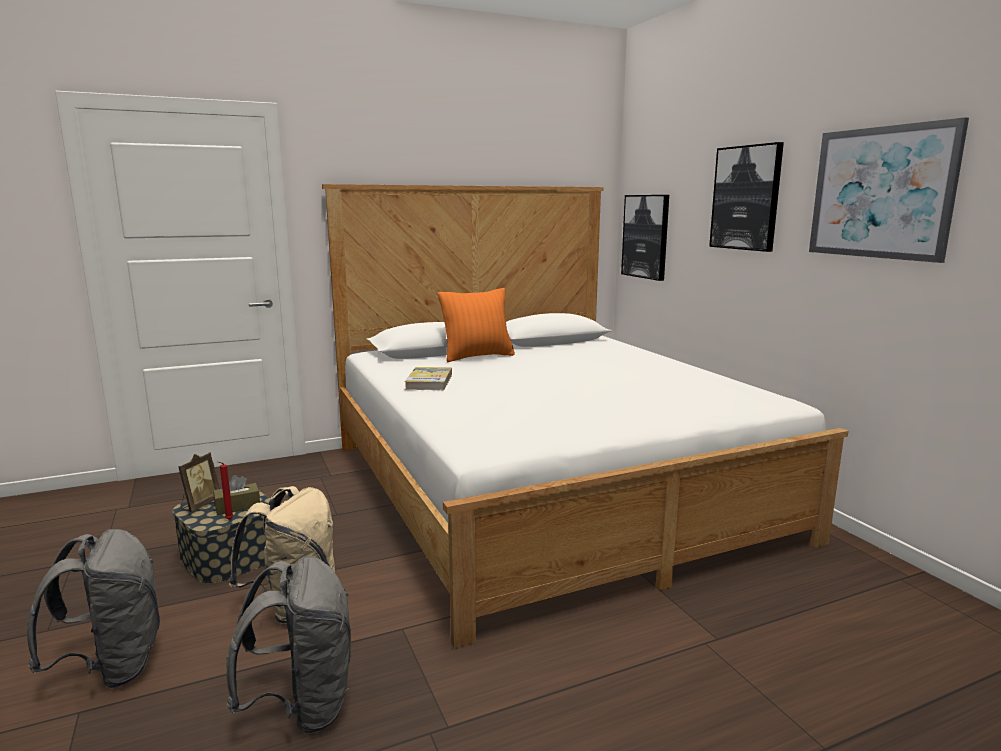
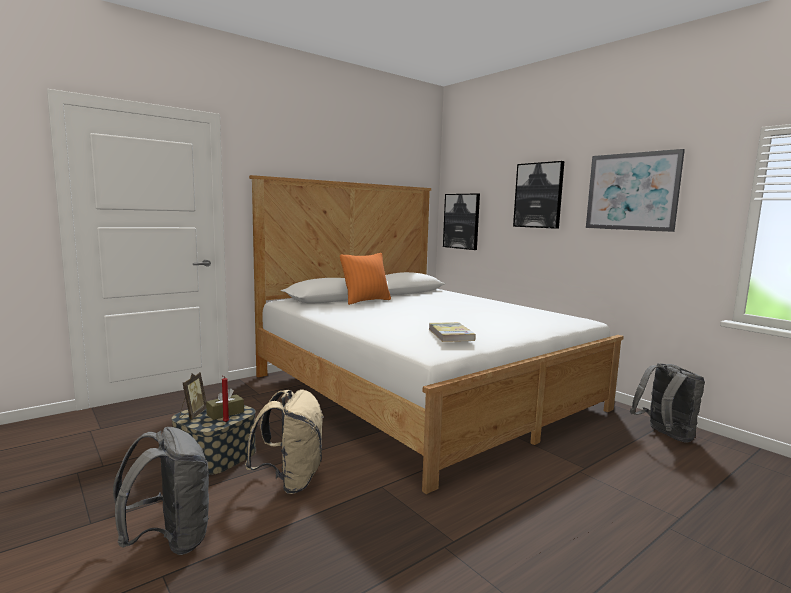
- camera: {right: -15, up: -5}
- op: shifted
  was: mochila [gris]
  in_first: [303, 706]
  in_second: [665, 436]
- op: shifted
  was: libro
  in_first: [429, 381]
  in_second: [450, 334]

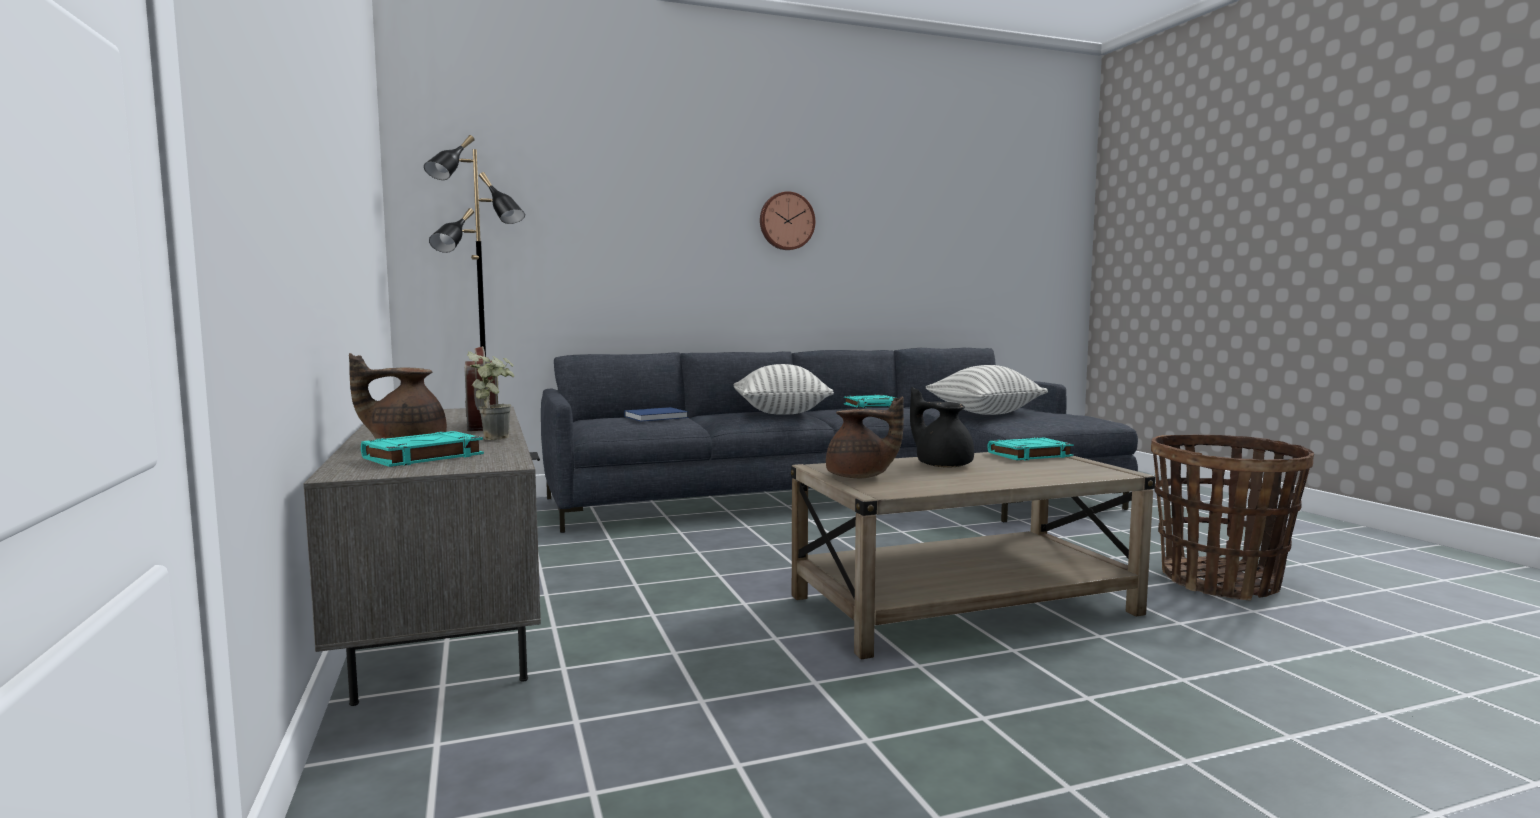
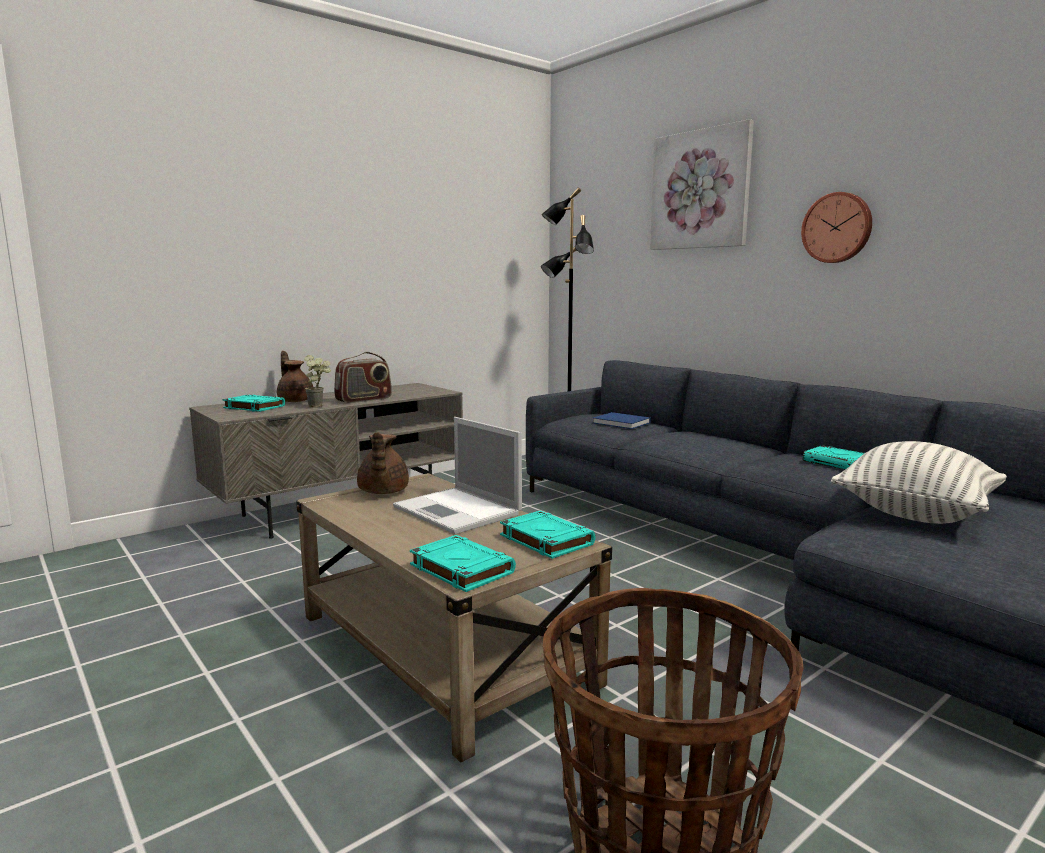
- camera: {right: 70, up: 5}
- op: gone
  was: cojín
  in_first: [781, 413]
- op: swapped
  was: tetera [negro]
  now: portátil
  in_first: [942, 465]
  in_second: [458, 511]
- op: new
  now: libro [turquesa]
  in_second: [460, 569]
- op: new
  now: cuadro
  in_second: [700, 190]

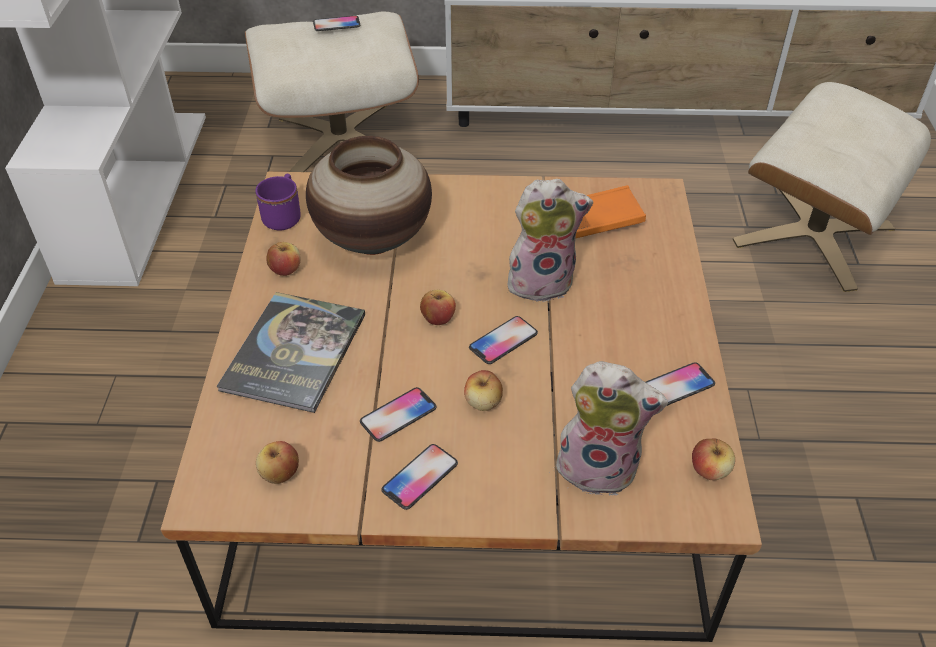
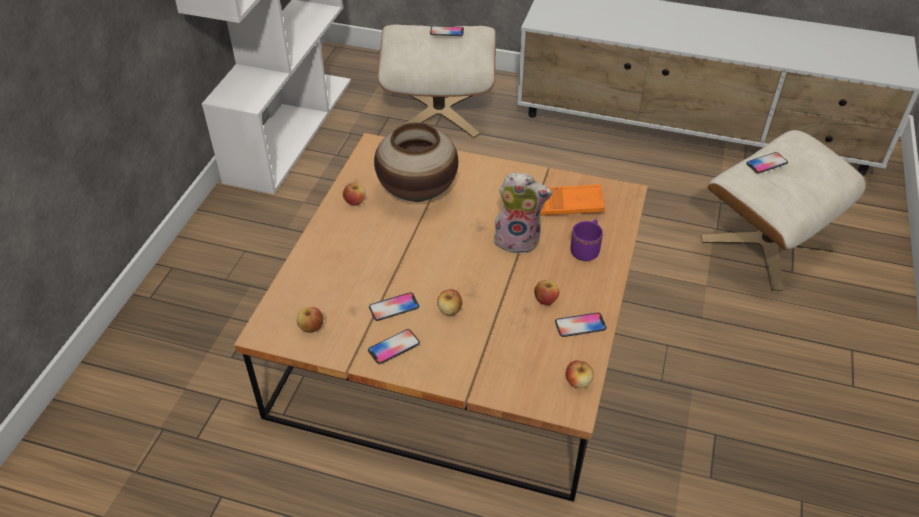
- camera: {right: 15, up: 0}
- op: gone
  was: libro
  in_first: [294, 352]
- op: shifted
  was: taza grande [morado]
  in_first: [284, 216]
  in_second: [586, 249]
- op: shifted
  was: manzana
  in_first: [438, 318]
  in_second: [545, 300]
- op: shifted
  was: móvil
  in_first: [503, 341]
  in_second: [766, 163]
- op: gone
  was: peluche
  in_first: [599, 466]

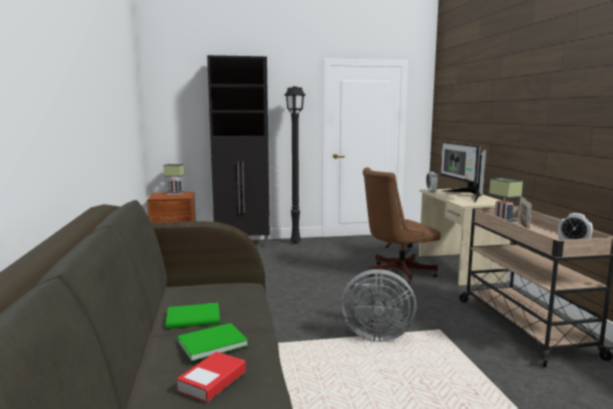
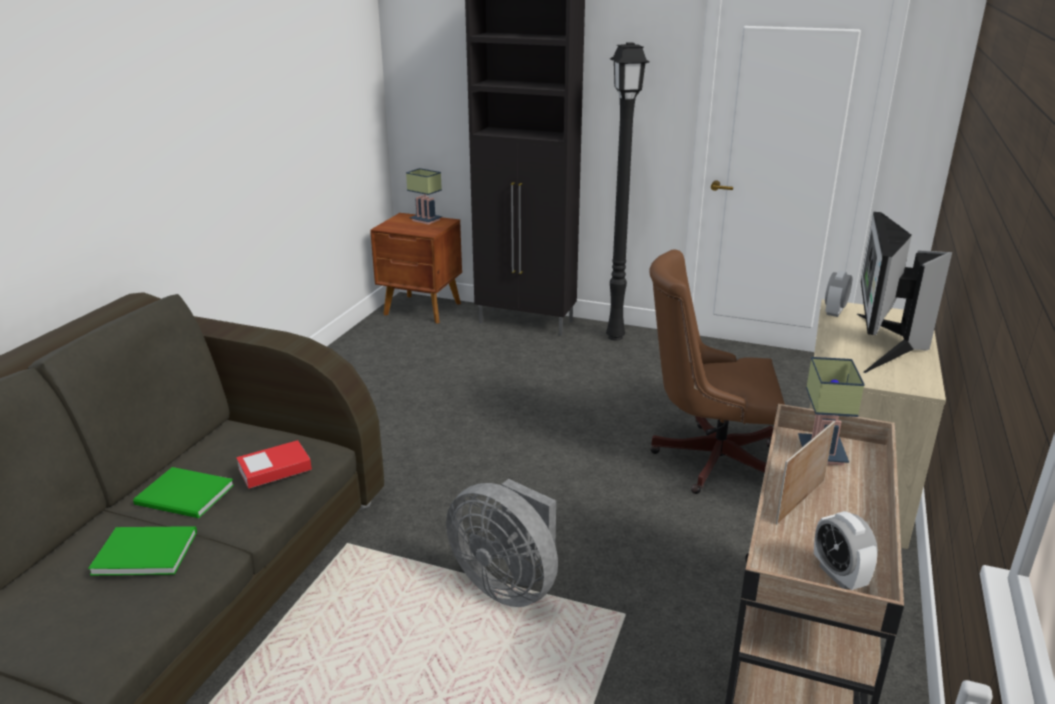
- camera: {right: 30, up: 15}
- op: shifted
  was: libro
  in_first: [212, 381]
  in_second: [275, 470]

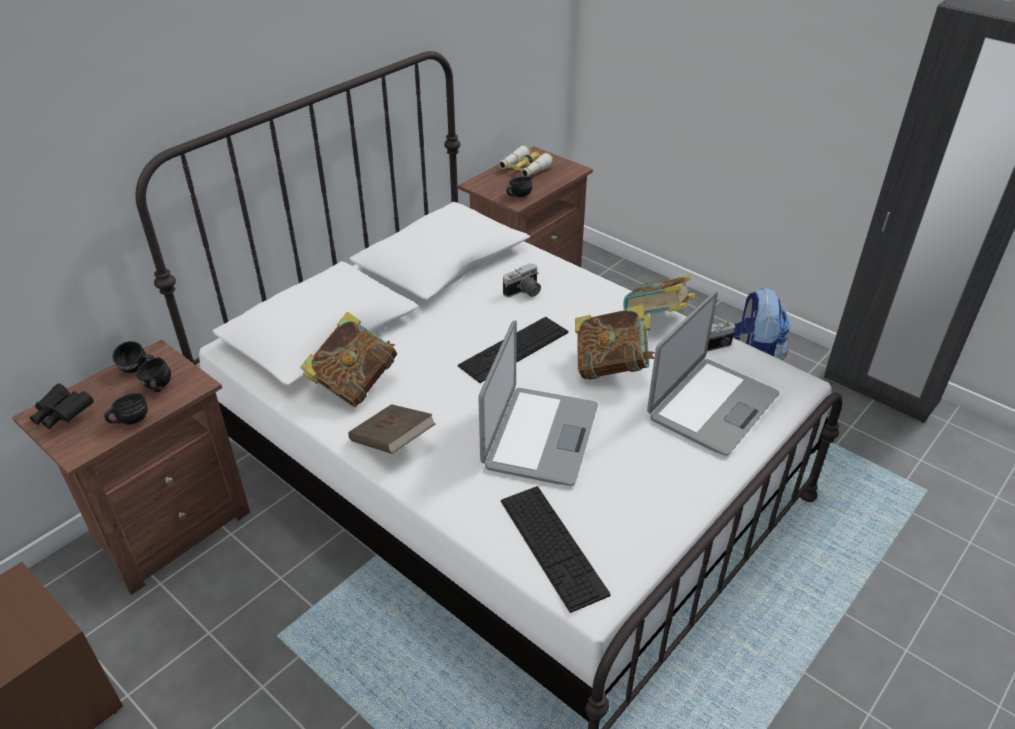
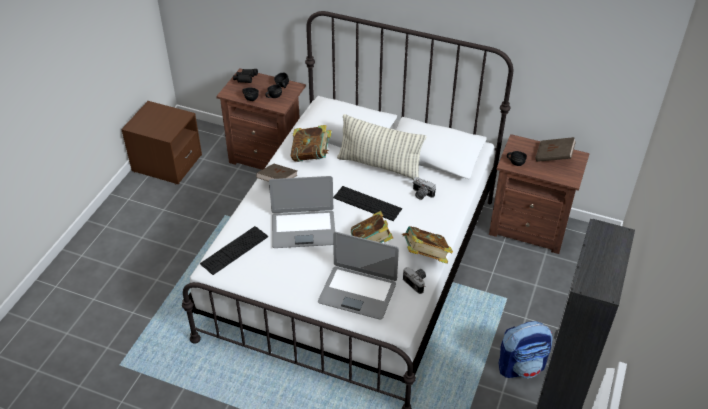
- camera: {right: 70, up: 5}
- op: swapped
  was: prismáticos
  now: libro [marrón]
  in_first: [525, 168]
  in_second: [553, 157]
- op: new
  now: cojín
  in_second: [379, 165]

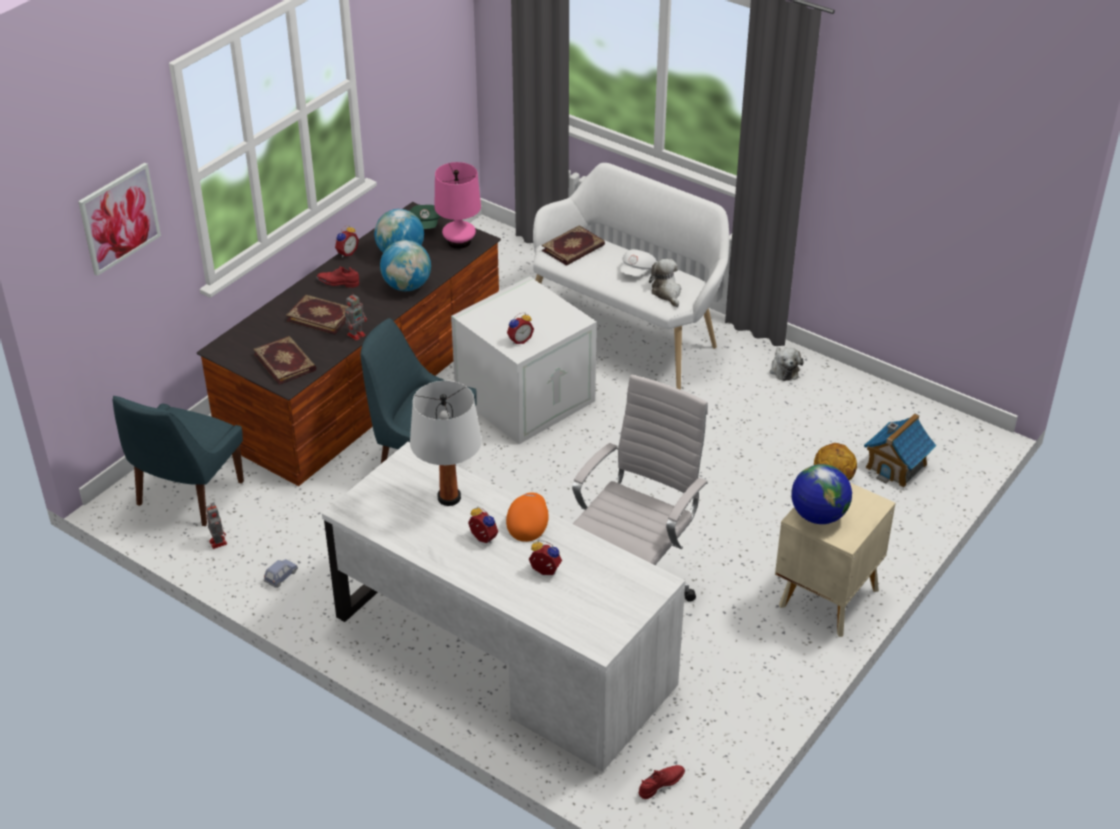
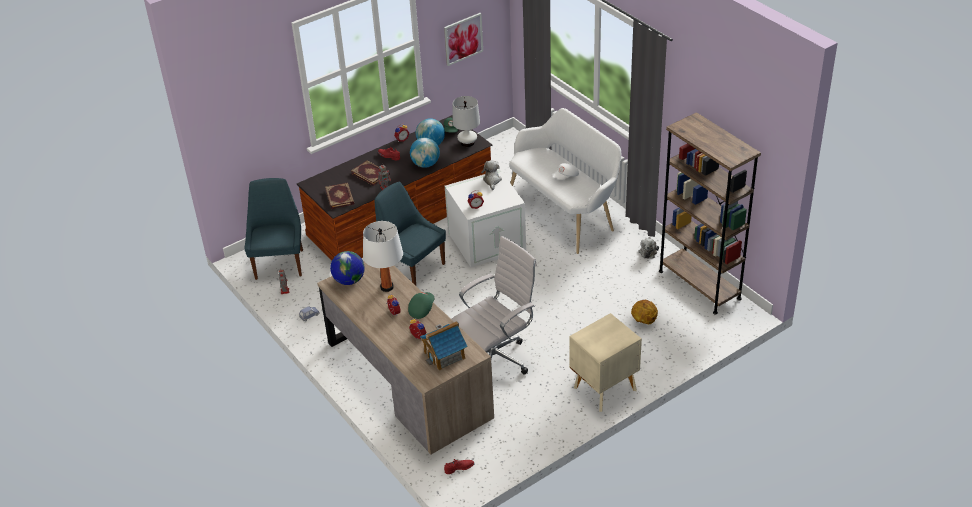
- camera: {right: 20, up: 0}
- op: shifted
  was: cuadro
  in_first: [119, 218]
  in_second: [463, 39]
- op: rotated
  was: silla [azul]
  in_first: [187, 496]
  in_second: [279, 263]
  clockwise: 135
- op: repainted
  was: escritorio [blanco]
  now: escritorio [marrón]
  in_first: [503, 651]
  in_second: [408, 380]
- op: repainted
  was: lámpara de mesa [rosa]
  now: lámpara de mesa [blanco]
  in_first: [459, 242]
  in_second: [467, 143]
- op: repainted
  was: gorra [naranja]
  now: gorra [verde]
  in_first: [527, 523]
  in_second: [421, 309]
- op: gone
  was: libro
  in_first: [573, 248]
- op: shifted
  was: peluche
  in_first: [667, 293]
  in_second: [492, 180]
- op: shifted
  was: globo terráqueo
  in_first: [818, 515]
  in_second: [349, 280]
- op: shifted
  was: casita
  in_first: [896, 466]
  in_second: [444, 355]
- op: new
  now: estantería [marrón]
  in_second: [699, 285]

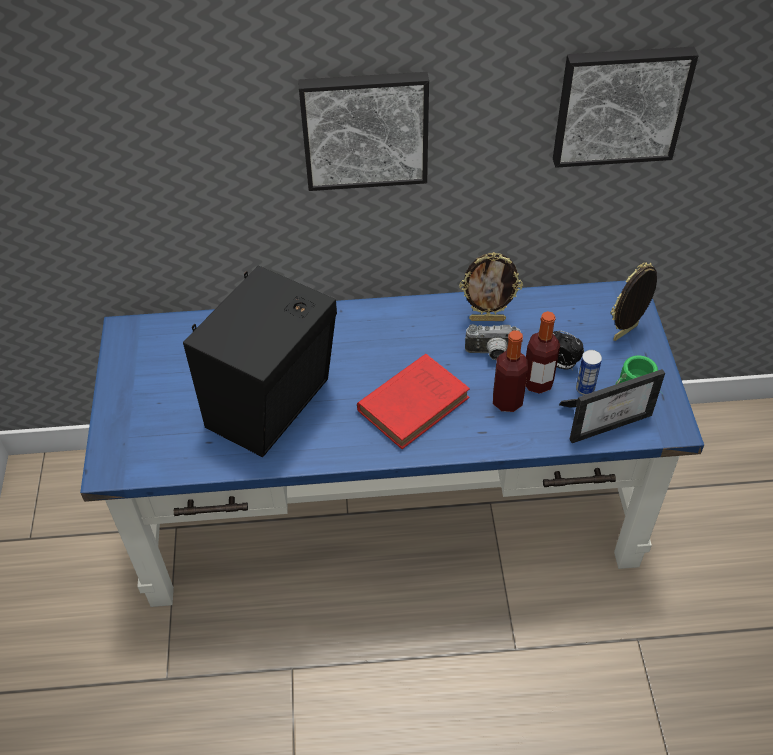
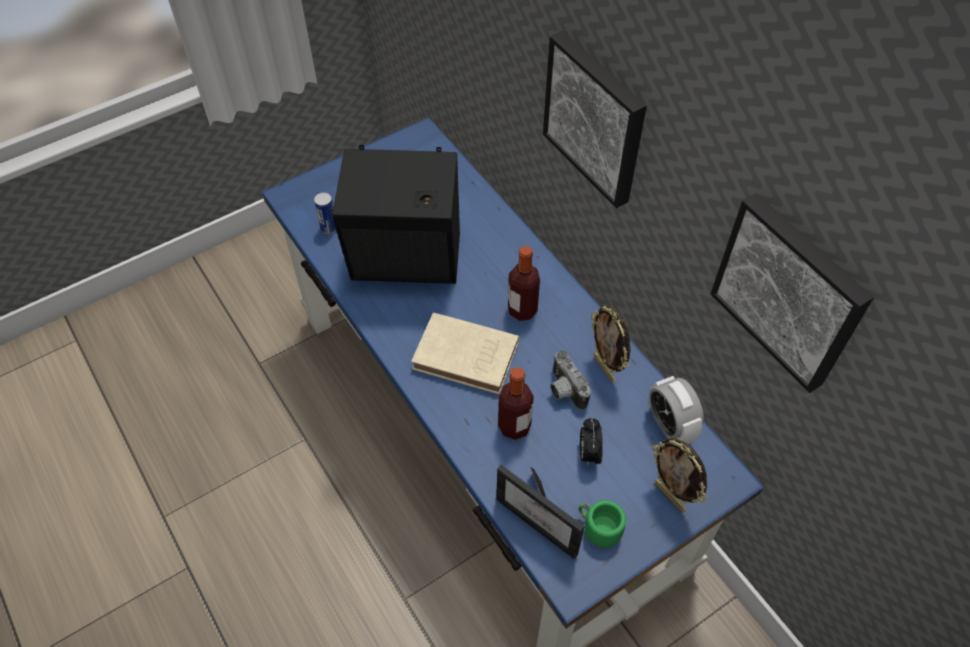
- camera: {right: 60, up: 5}
- op: repainted
  was: libro [rojo]
  now: libro [beis]
  in_first: [415, 403]
  in_second: [468, 357]
- op: shifted
  was: botella
  in_first: [537, 383]
  in_second: [522, 310]
- op: shifted
  was: lata
  in_first: [585, 389]
  in_second: [329, 228]
- op: rotated
  was: portarretratos
  in_first: [626, 333]
  in_second: [670, 496]
  clockwise: -150
- op: new
  now: despertador
  in_second: [669, 427]

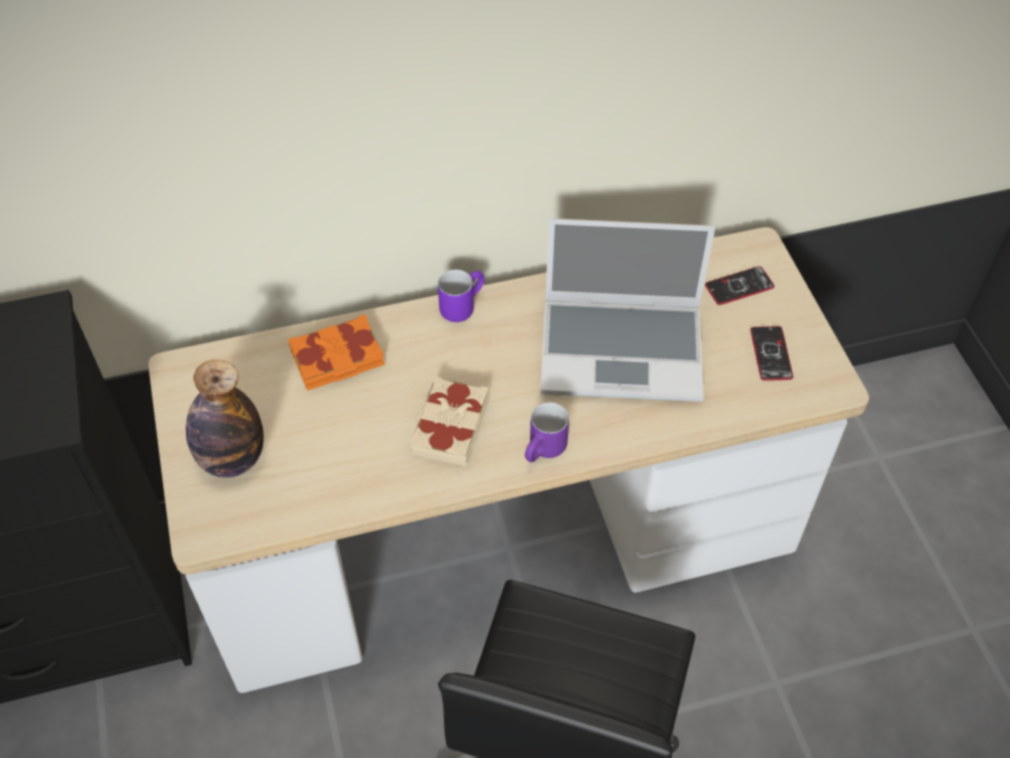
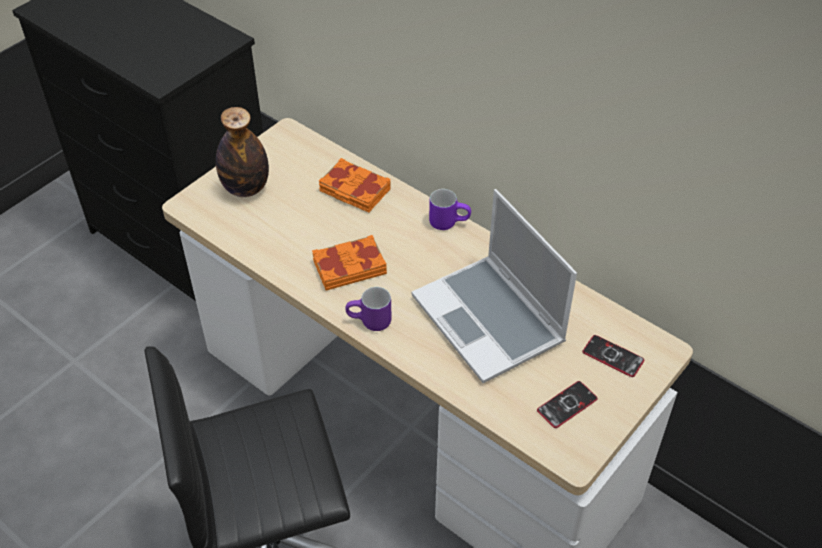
- camera: {right: 55, up: -5}
- op: repainted
  was: libro [beis]
  now: libro [naranja]
  in_first: [449, 426]
  in_second: [349, 267]

